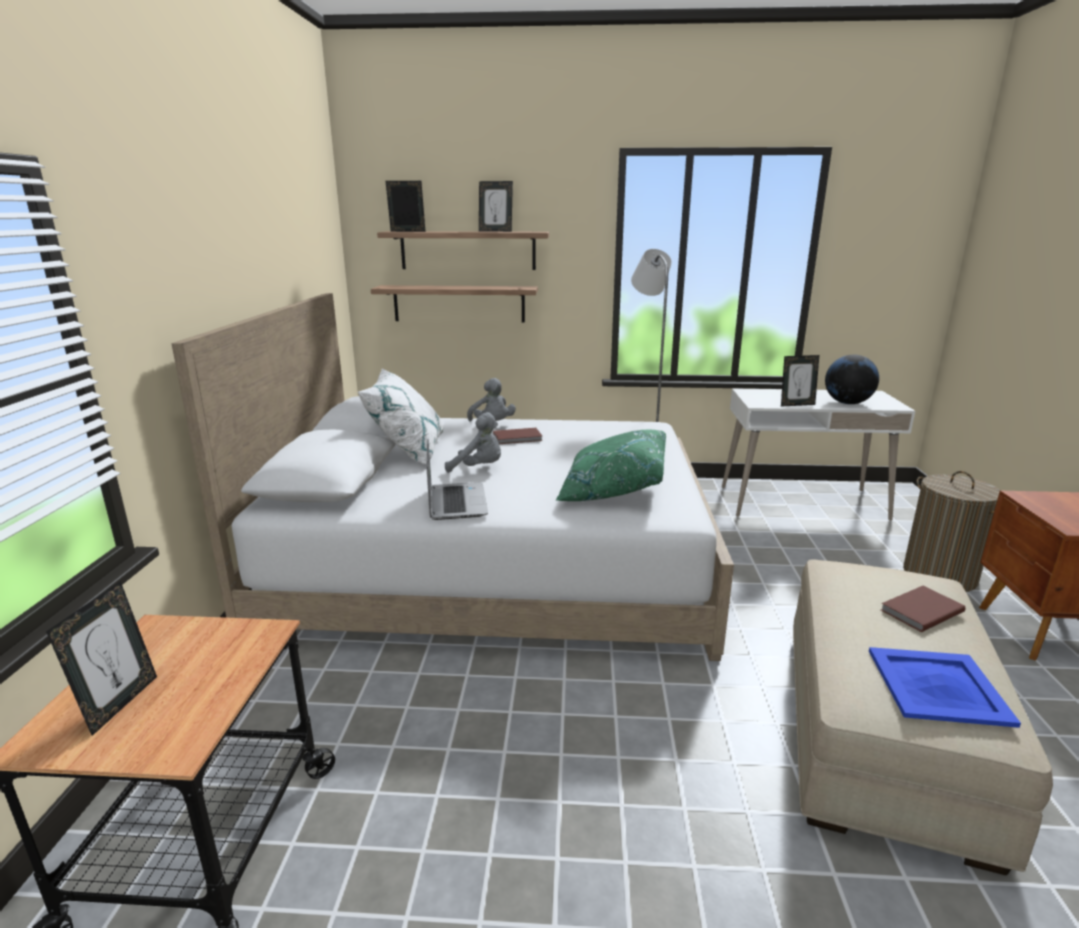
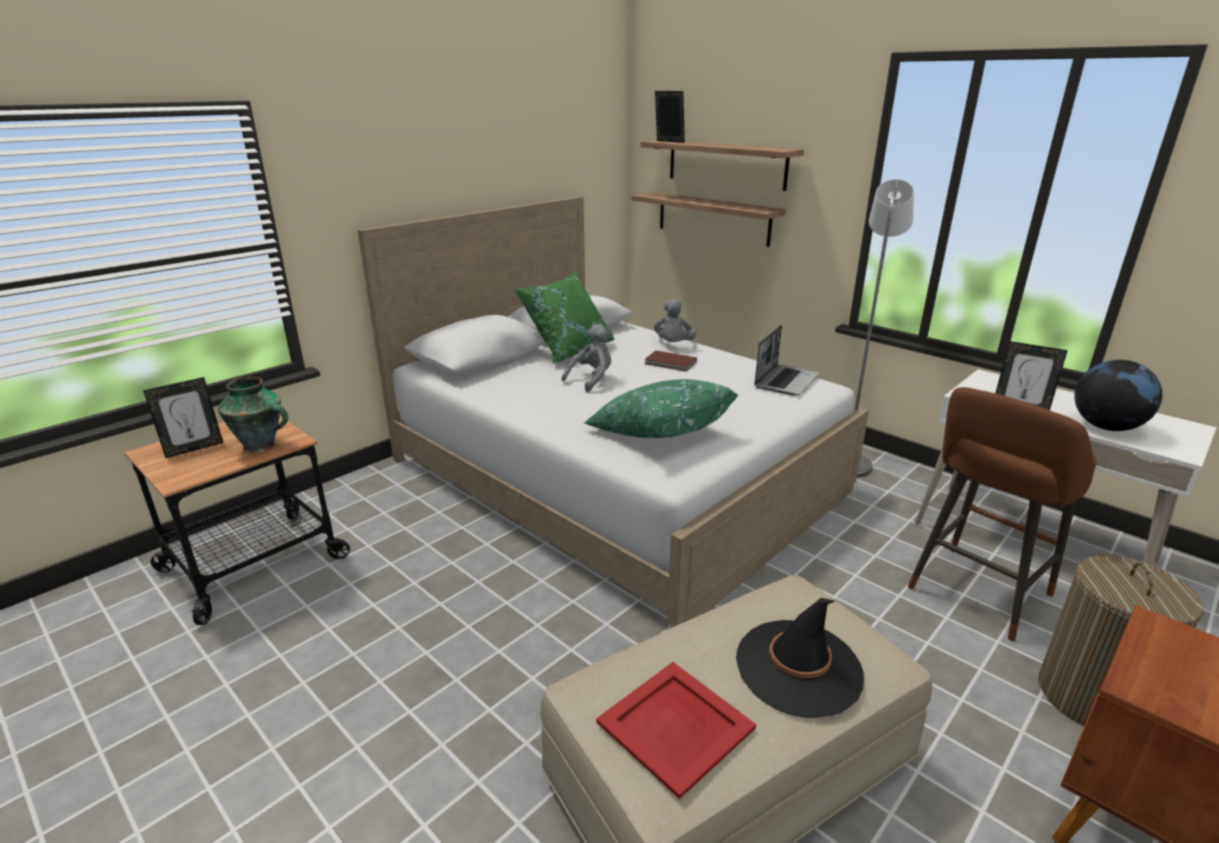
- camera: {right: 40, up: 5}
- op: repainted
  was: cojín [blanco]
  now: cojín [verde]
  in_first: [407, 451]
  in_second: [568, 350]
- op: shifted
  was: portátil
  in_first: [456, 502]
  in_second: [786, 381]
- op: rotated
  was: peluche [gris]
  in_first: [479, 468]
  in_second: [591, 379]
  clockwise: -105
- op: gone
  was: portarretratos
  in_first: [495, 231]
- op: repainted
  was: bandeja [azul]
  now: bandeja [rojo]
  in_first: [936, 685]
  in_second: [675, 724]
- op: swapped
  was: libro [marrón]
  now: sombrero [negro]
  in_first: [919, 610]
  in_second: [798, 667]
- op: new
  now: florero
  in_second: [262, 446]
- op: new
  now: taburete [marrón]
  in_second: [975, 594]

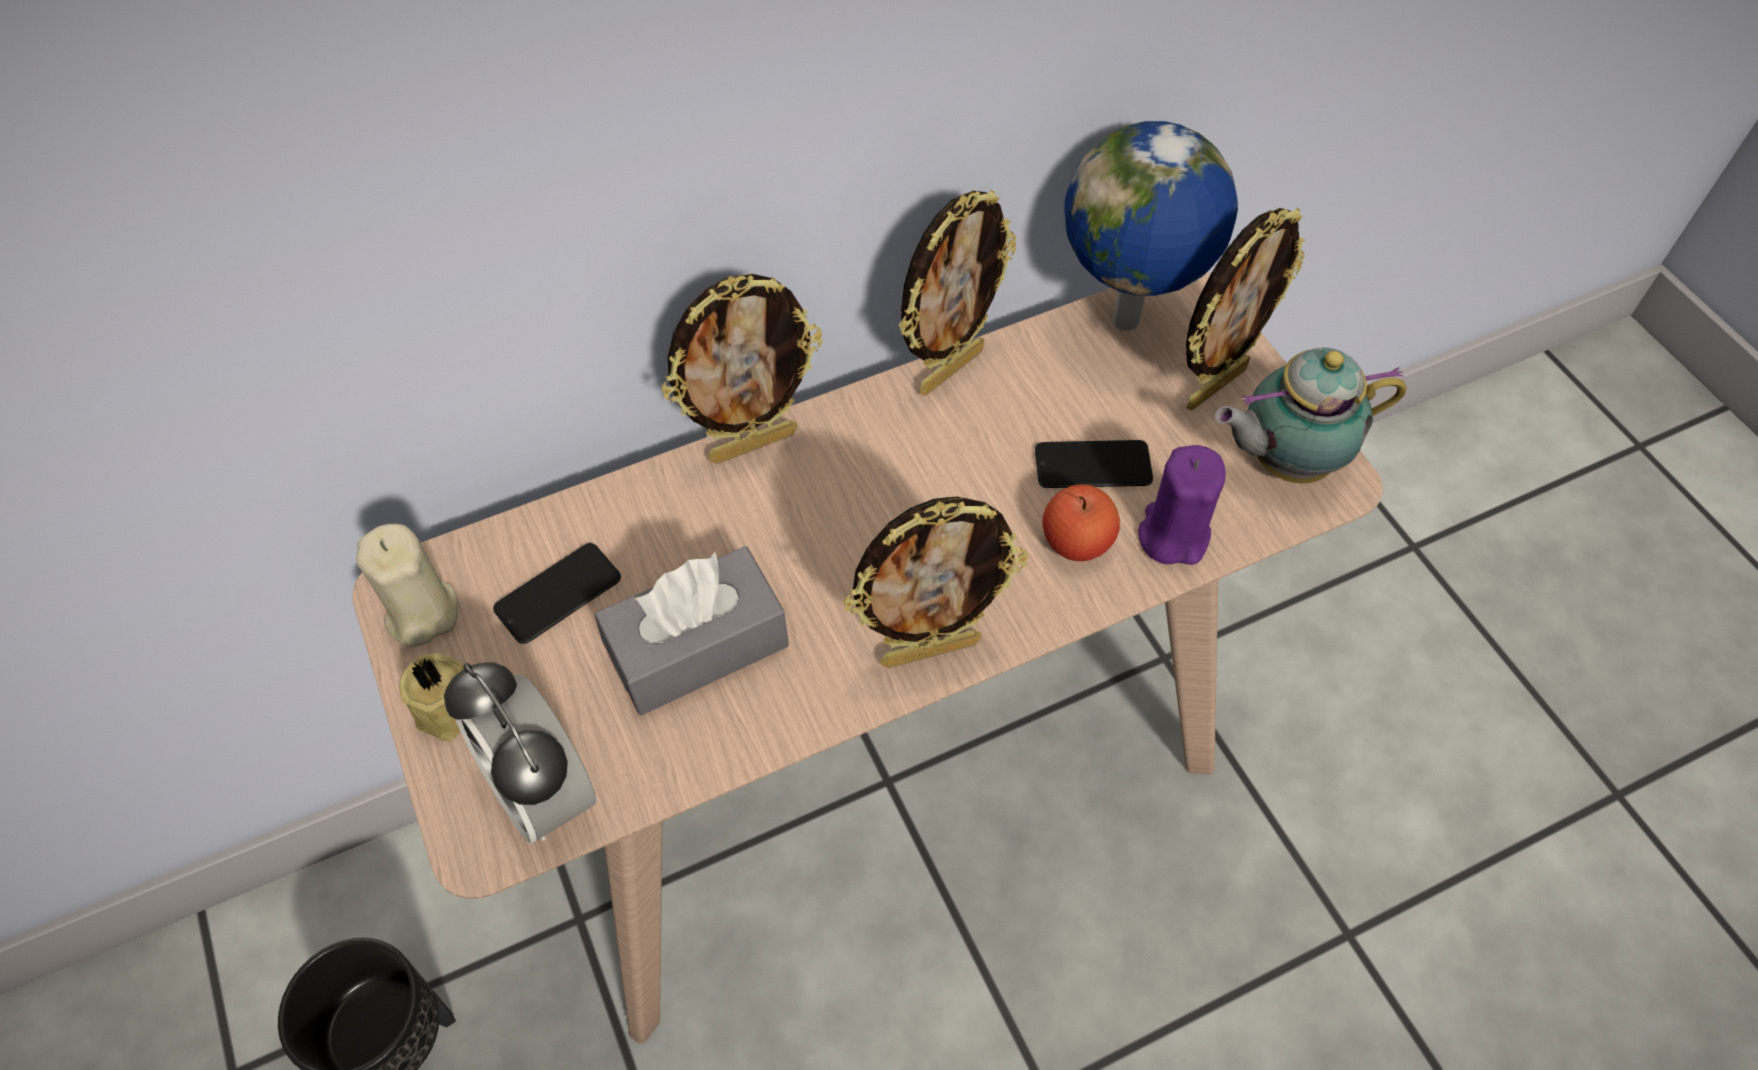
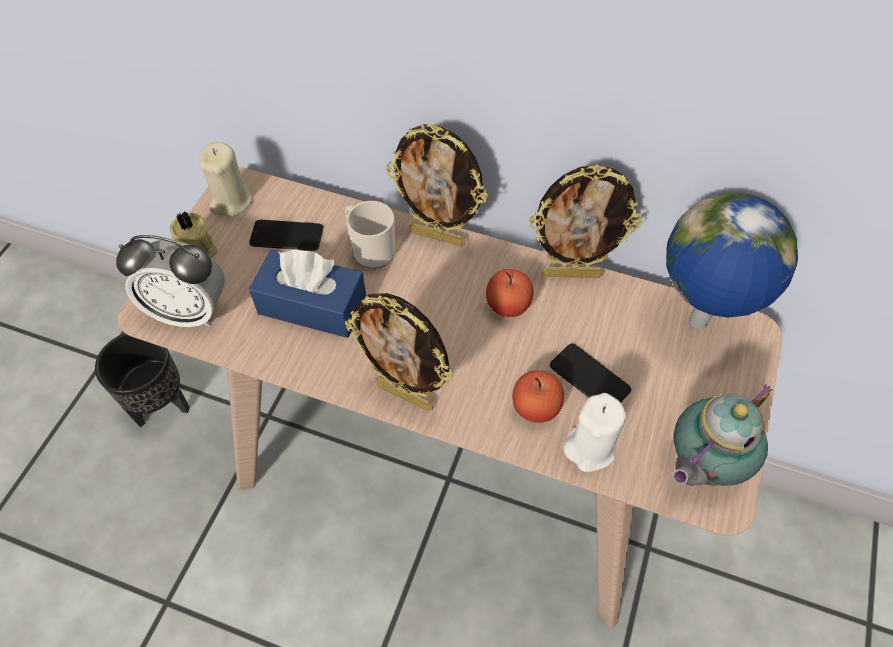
- camera: {right: 45, up: 0}
- op: rotated
  was: despertador
  in_first: [543, 791]
  in_second: [189, 311]
  clockwise: -90
- op: repainted
  was: caja de pañuelos [gris]
  now: caja de pañuelos [azul]
  in_first: [698, 647]
  in_second: [312, 305]
- op: repainted
  was: vela [morado]
  now: vela [blanco]
  in_first: [1173, 535]
  in_second: [590, 447]
- op: gone
  was: portarretratos
  in_first: [1214, 385]
- op: rotated
  was: tetera
  in_first: [1284, 462]
  in_second: [701, 465]
  clockwise: -75
- op: new
  now: taza grande
  in_second: [370, 250]
- op: new
  now: manzana
  in_second: [508, 305]

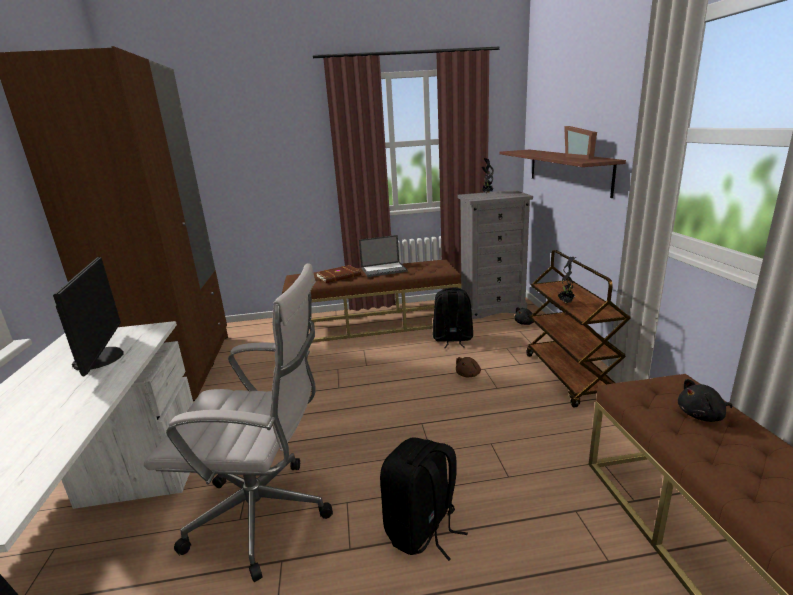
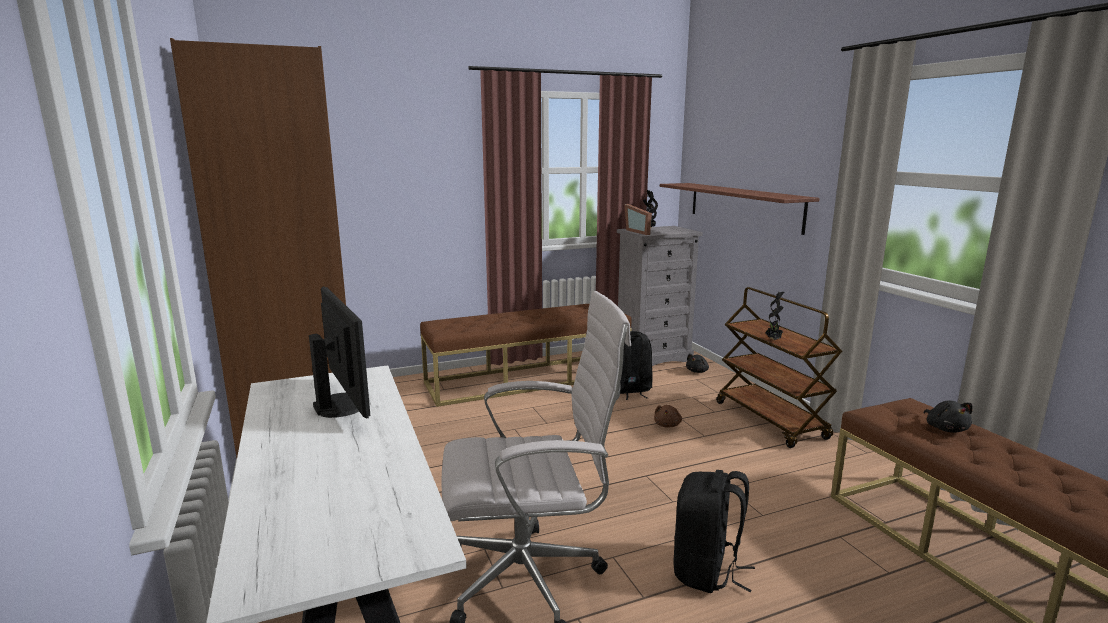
- camera: {right: -15, up: -5}
- op: gone
  was: libro [marrón]
  in_first: [339, 276]
- op: gone
  was: portátil
  in_first: [384, 269]
- op: shifted
  was: portarretratos
  in_first: [581, 157]
  in_second: [640, 232]
- op: rotated
  was: peluche [negro]
  in_first: [702, 415]
  in_second: [945, 428]
  clockwise: -75

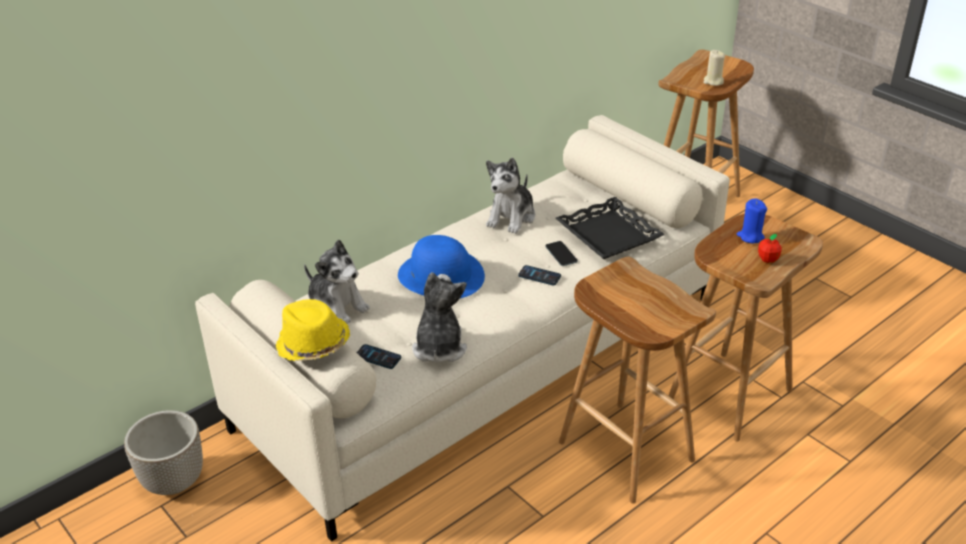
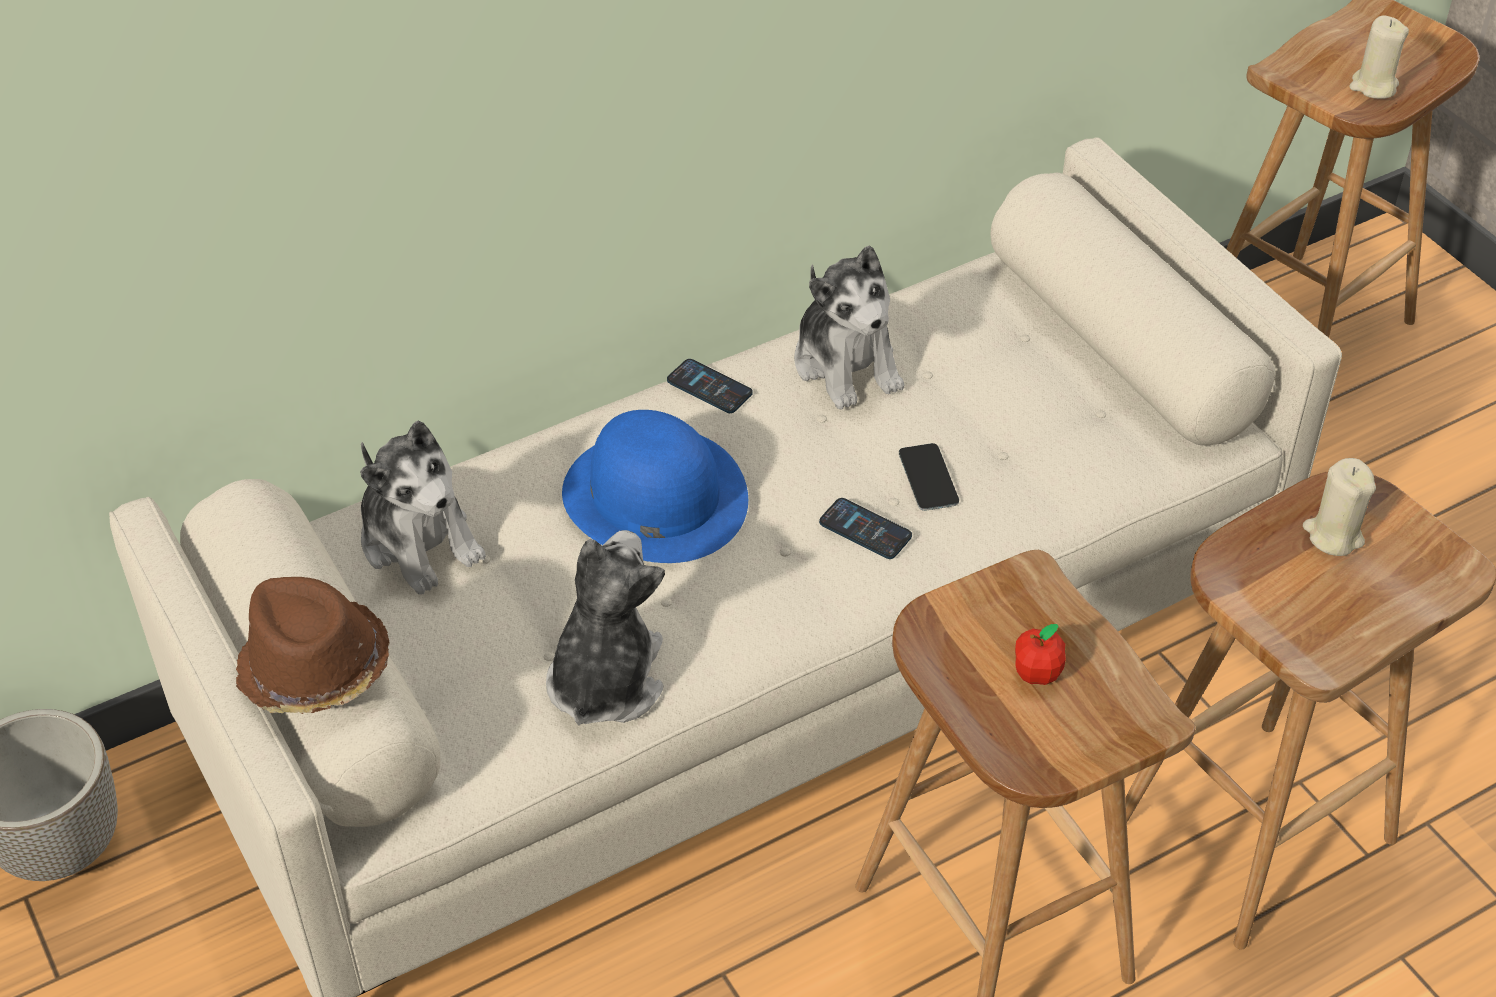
- camera: {right: 10, up: 10}
- op: repainted
  was: sombrero [amarillo]
  now: sombrero [marrón]
  in_first: [313, 345]
  in_second: [314, 668]
- op: shifted
  was: móvil
  in_first: [378, 357]
  in_second: [709, 387]
- op: rotated
  was: peluche
  in_first: [511, 217]
  in_second: [847, 364]
  clockwise: -60
- op: gone
  was: bandeja [negro]
  in_first: [609, 235]
- op: repainted
  was: vela [azul]
  now: vela [beis]
  in_first: [750, 236]
  in_second: [1333, 535]
- op: shifted
  was: manzana
  in_first: [767, 259]
  in_second: [1037, 673]

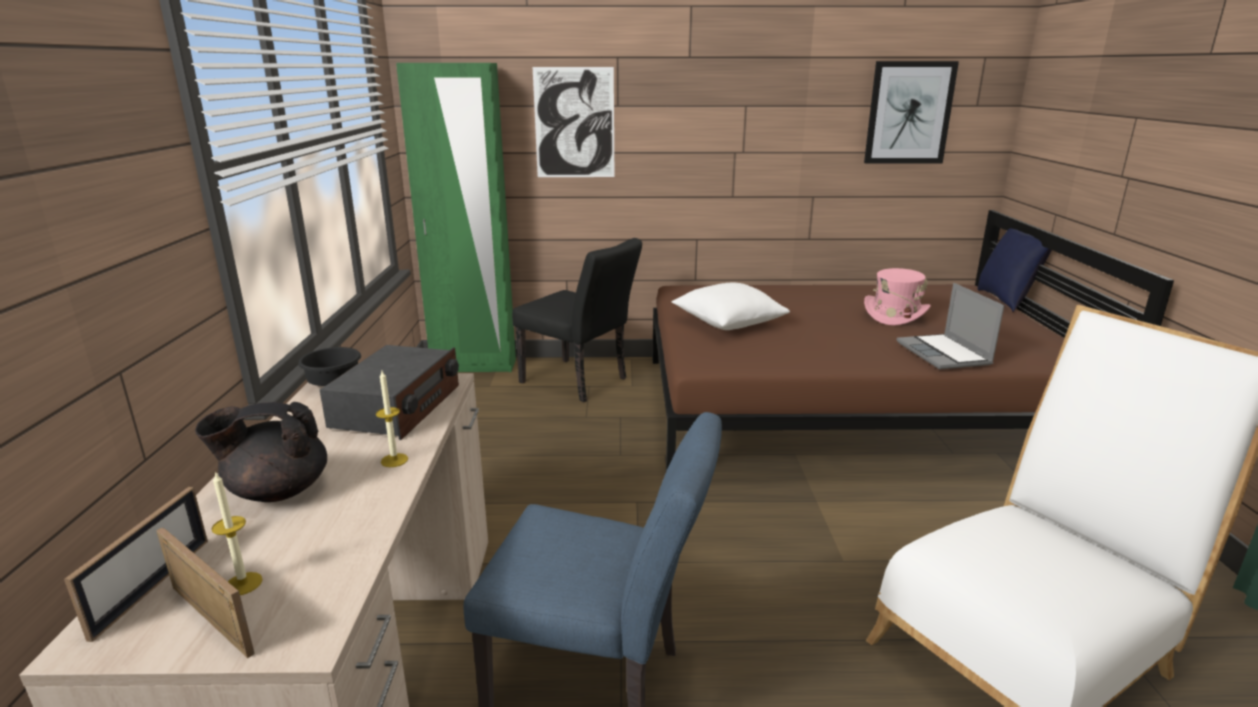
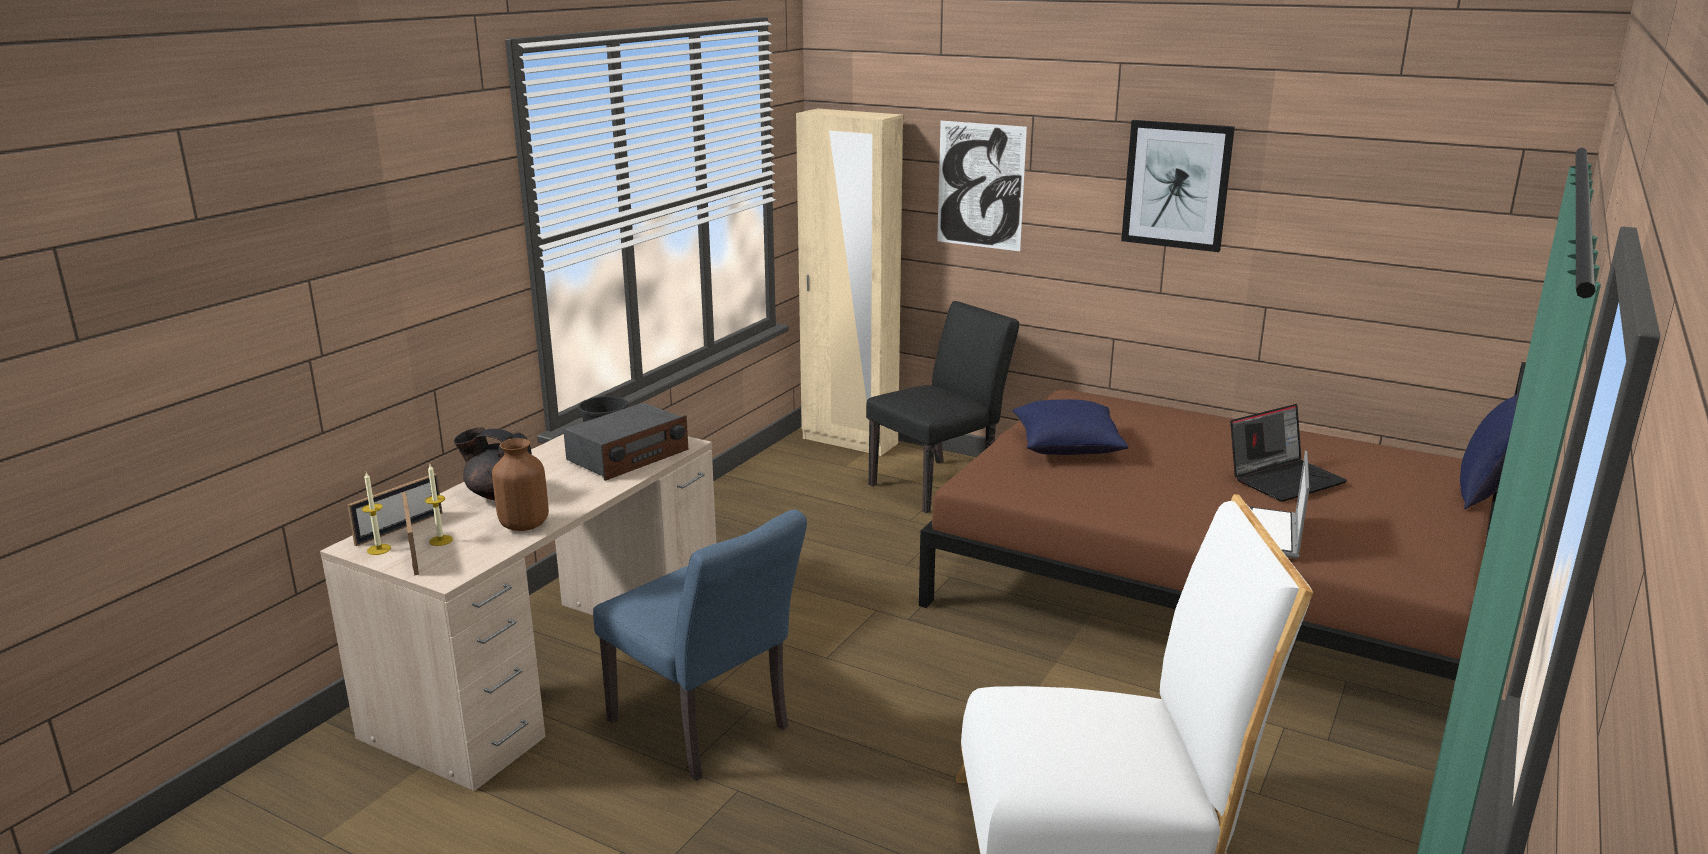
- camera: {right: 30, up: 0}
- op: shifted
  was: vela
  in_first: [394, 460]
  in_second: [379, 549]
- op: repainted
  was: armario ropero [verde]
  now: armario ropero [beis]
  in_first: [474, 366]
  in_second: [849, 441]
- op: rotated
  was: silla [negro]
  in_first: [580, 382]
  in_second: [940, 483]
  clockwise: -105
- op: repainted
  was: cojín [blanco]
  now: cojín [azul]
  in_first: [728, 324]
  in_second: [1066, 448]
- op: shifted
  was: cuadro
  in_first: [909, 113]
  in_second: [1176, 185]
- op: swapped
  was: sombrero [rosa]
  now: portátil
  in_first: [895, 314]
  in_second: [1284, 478]
- op: new
  now: florero [marrón]
  in_second: [524, 525]

